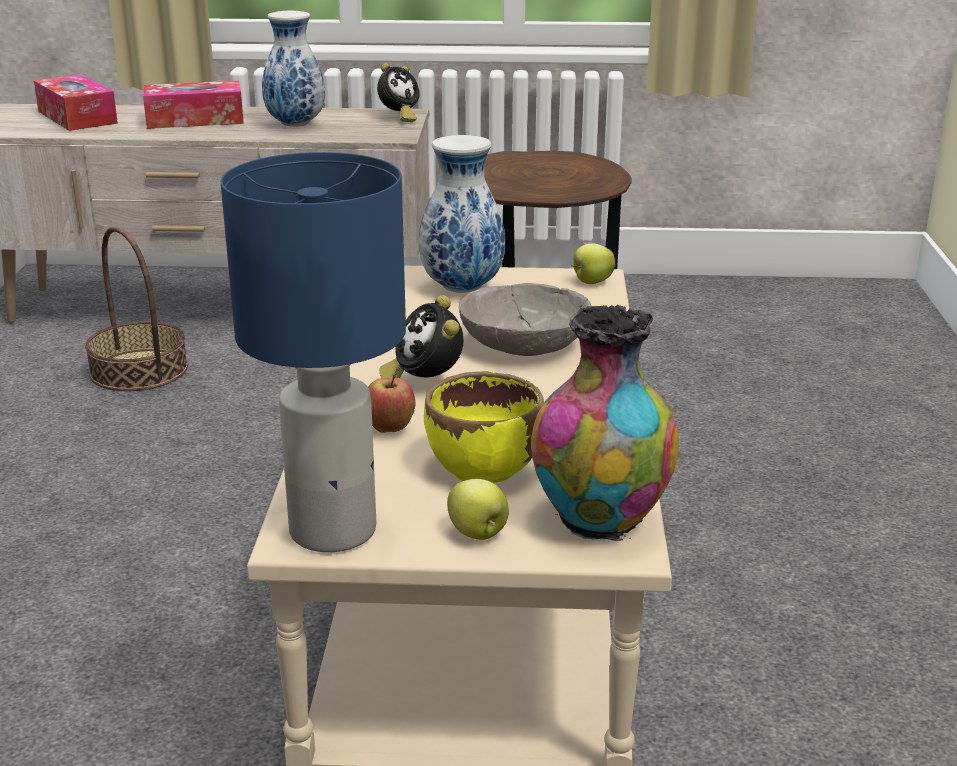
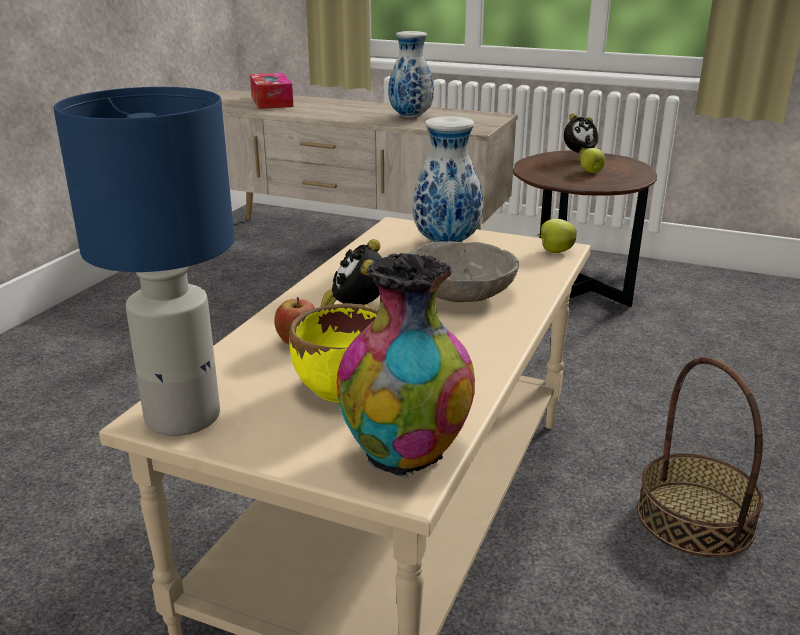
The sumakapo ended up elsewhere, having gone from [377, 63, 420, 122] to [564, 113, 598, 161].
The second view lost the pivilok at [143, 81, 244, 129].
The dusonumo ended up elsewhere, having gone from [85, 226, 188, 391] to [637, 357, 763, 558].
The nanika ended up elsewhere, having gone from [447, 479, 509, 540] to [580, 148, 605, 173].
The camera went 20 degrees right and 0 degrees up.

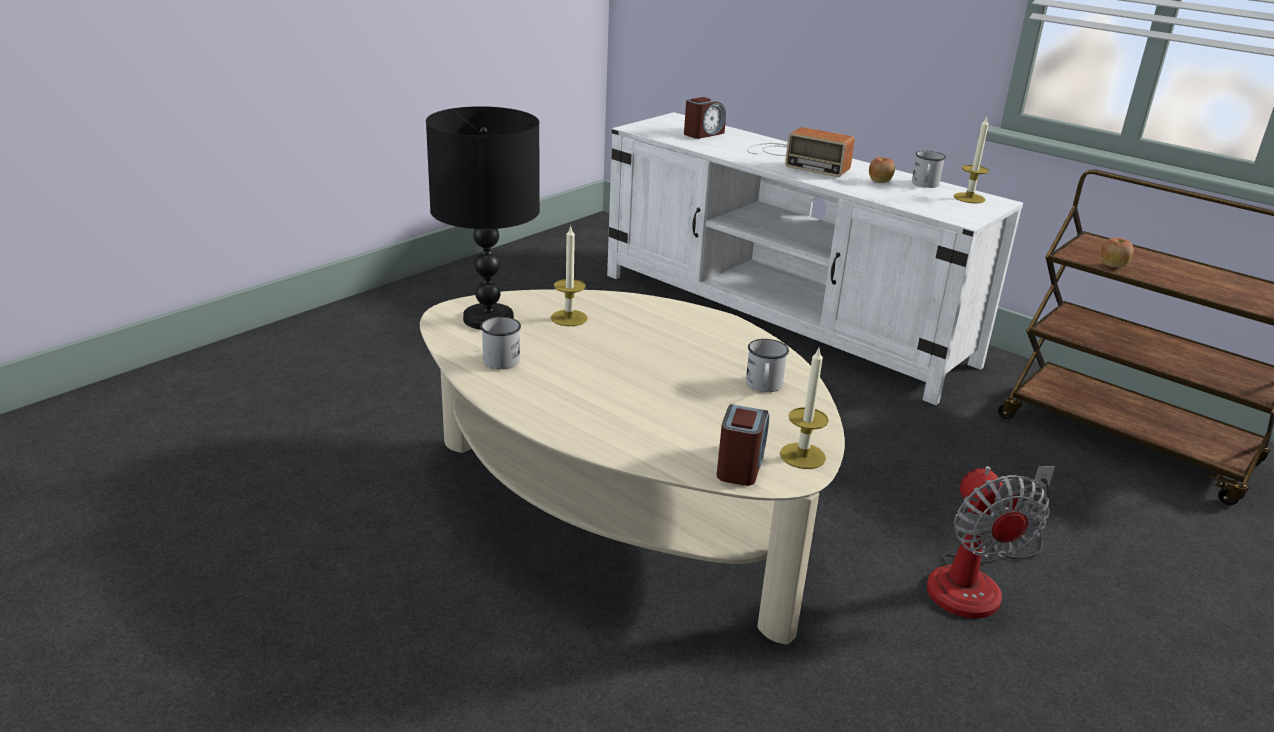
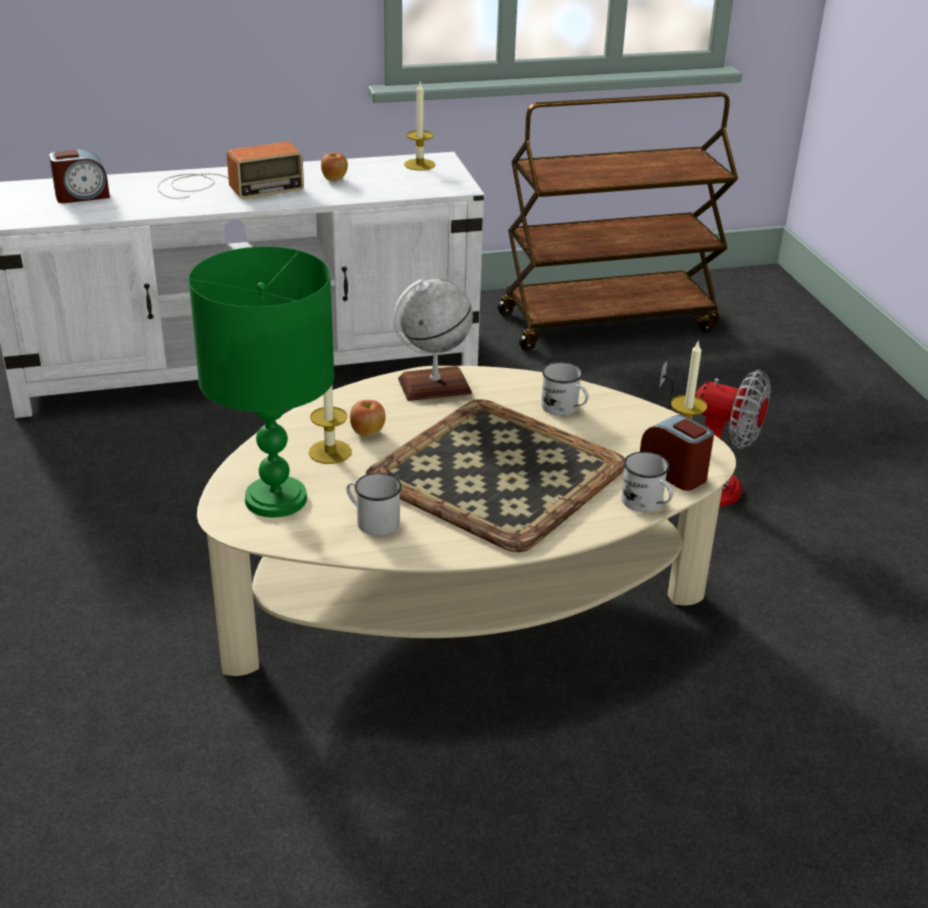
The sumakapo at [684, 97, 726, 139] ended up facing another way, 75 degrees clockwise from before.
What was the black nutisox at [426, 106, 540, 330] turned into the green nutisox at [188, 247, 335, 518].
The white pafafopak ended up elsewhere, having gone from [912, 151, 946, 188] to [621, 452, 673, 512].
The nanika ended up elsewhere, having gone from [1101, 237, 1134, 268] to [350, 400, 386, 437].
The second view gained the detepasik at [393, 279, 473, 401].
The second view gained the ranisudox at [365, 399, 625, 552].
The camera went 55 degrees left and 5 degrees up.

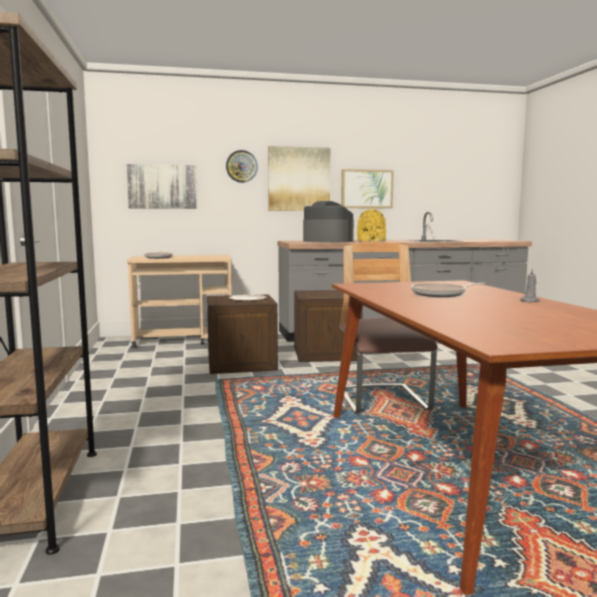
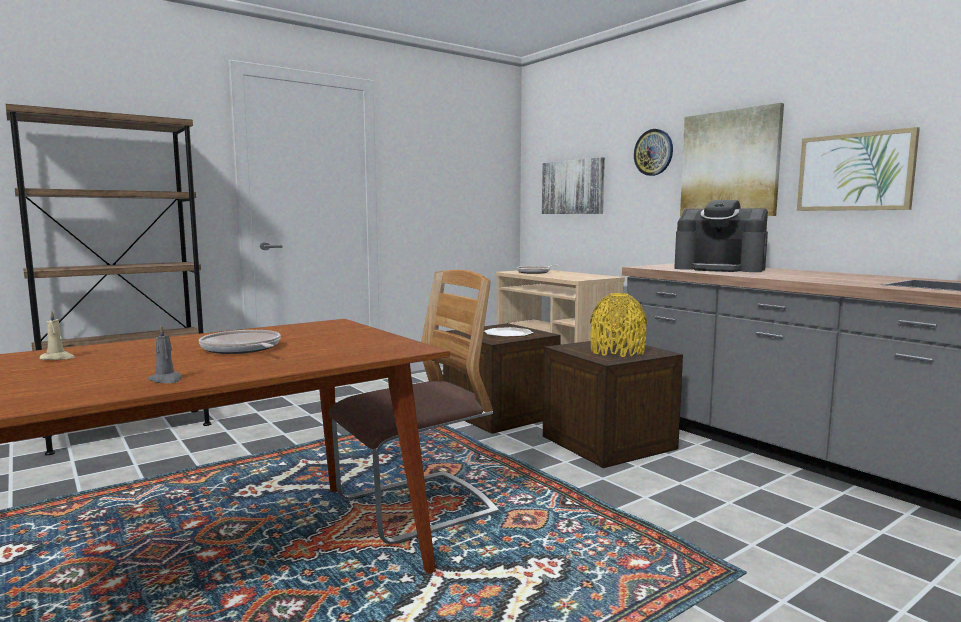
The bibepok at [303, 201, 354, 243] ended up facing another way, 105 degrees clockwise from before.
The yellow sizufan ended up elsewhere, having gone from [357, 209, 386, 242] to [590, 293, 648, 357].
The second view gained the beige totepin at [40, 311, 75, 360].
The camera went 65 degrees right and 0 degrees up.

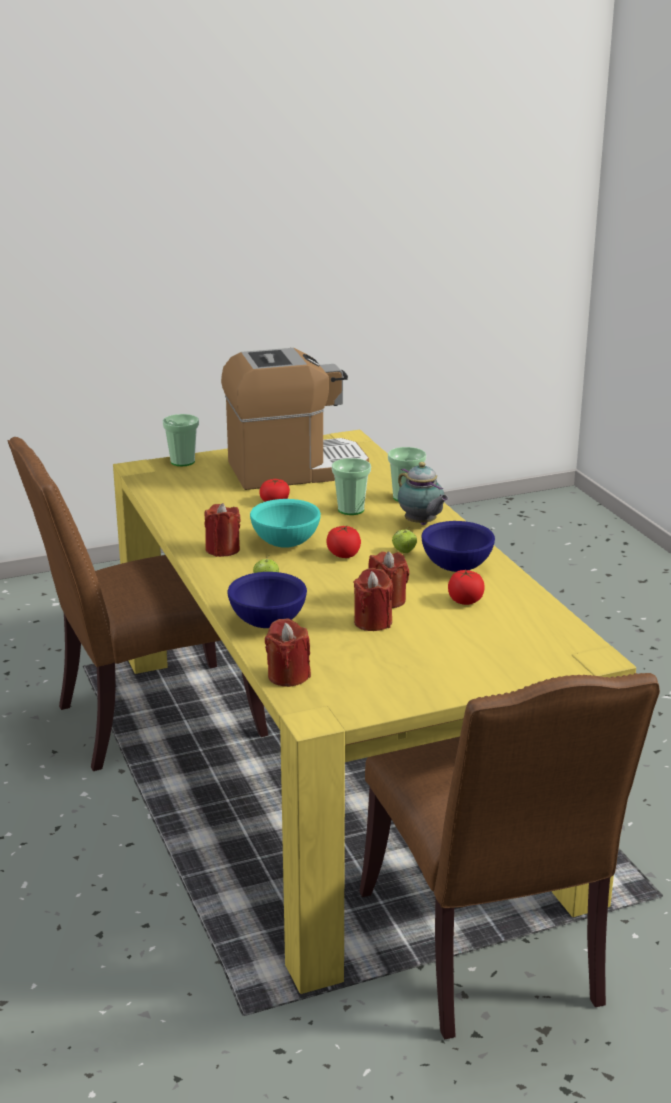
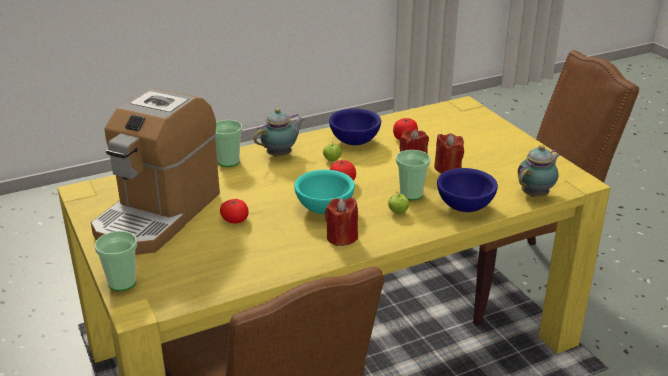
The bibepok at [221, 348, 369, 490] ended up facing another way, 135 degrees counterclockwise from before.
The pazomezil ended up elsewhere, having gone from [332, 458, 371, 515] to [396, 150, 431, 200].
Where the red totepin stood at [265, 618, 311, 687], the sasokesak came to stand at [518, 145, 559, 197].
The camera went 95 degrees left and 5 degrees up.

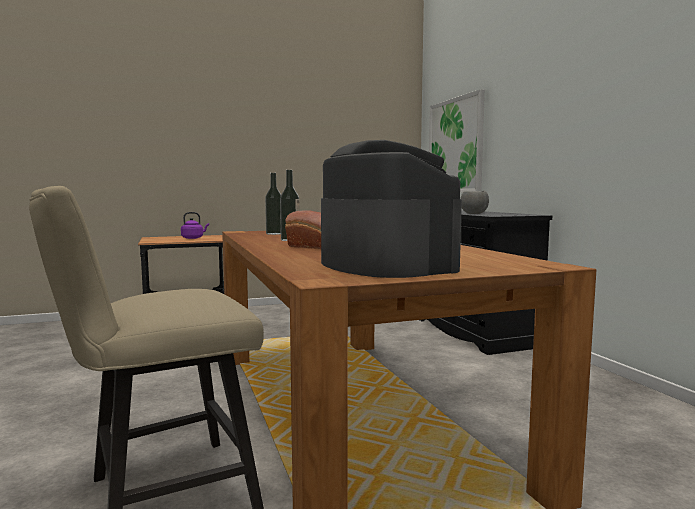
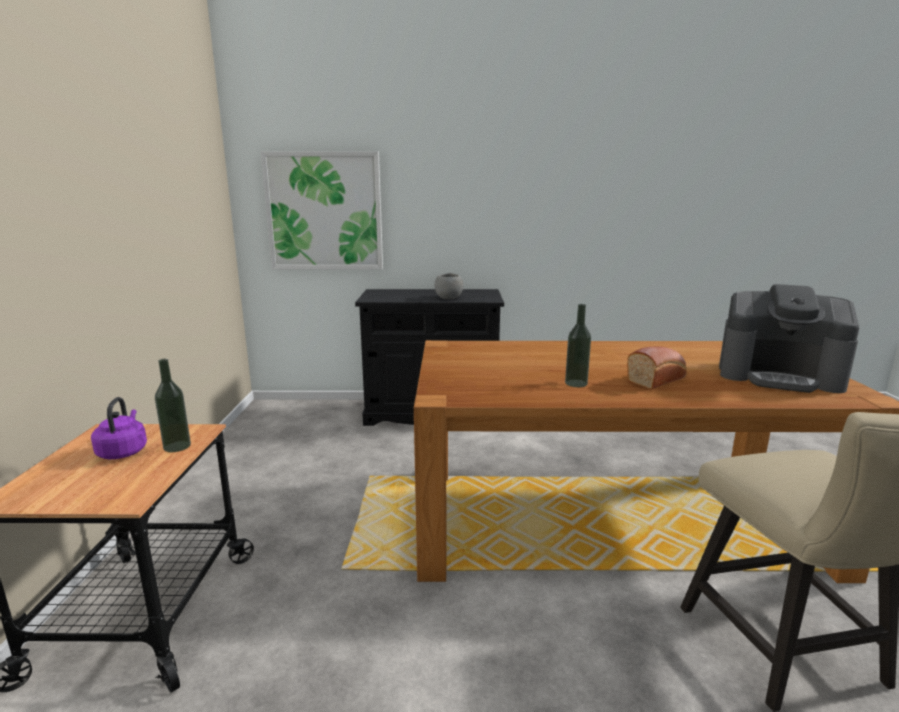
The bibepok at [321, 140, 462, 278] ended up facing another way, 150 degrees counterclockwise from before.
The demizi ended up elsewhere, having gone from [265, 173, 281, 235] to [155, 359, 191, 452].
The camera went 70 degrees left and 10 degrees up.

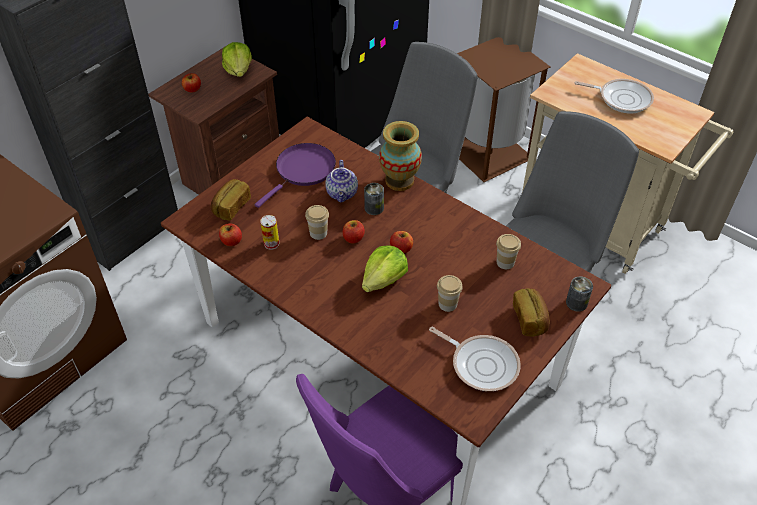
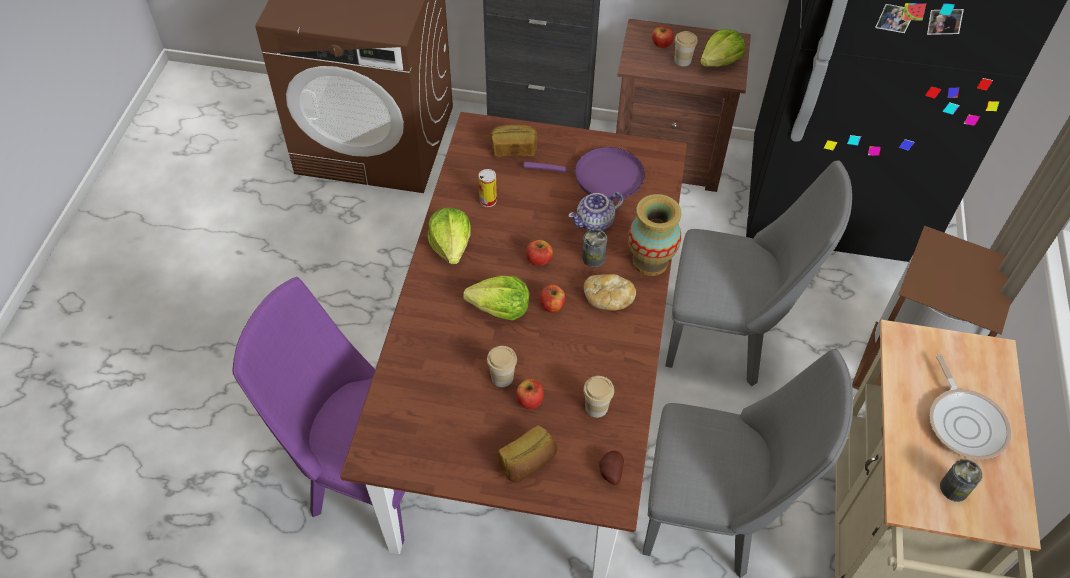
The pazomezil ended up elsewhere, having gone from [305, 205, 329, 240] to [674, 31, 698, 66].
The nanika ended up elsewhere, having gone from [219, 223, 242, 246] to [516, 379, 544, 409].
The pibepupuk ended up elsewhere, having gone from [566, 277, 593, 312] to [940, 459, 983, 502].
The second view lost the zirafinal at [429, 327, 521, 391].
The second view gained the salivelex at [428, 208, 471, 264].
The second view gained the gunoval at [584, 274, 636, 311].
The second view gained the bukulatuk at [599, 451, 624, 485].
The camera went 60 degrees right and 5 degrees up.

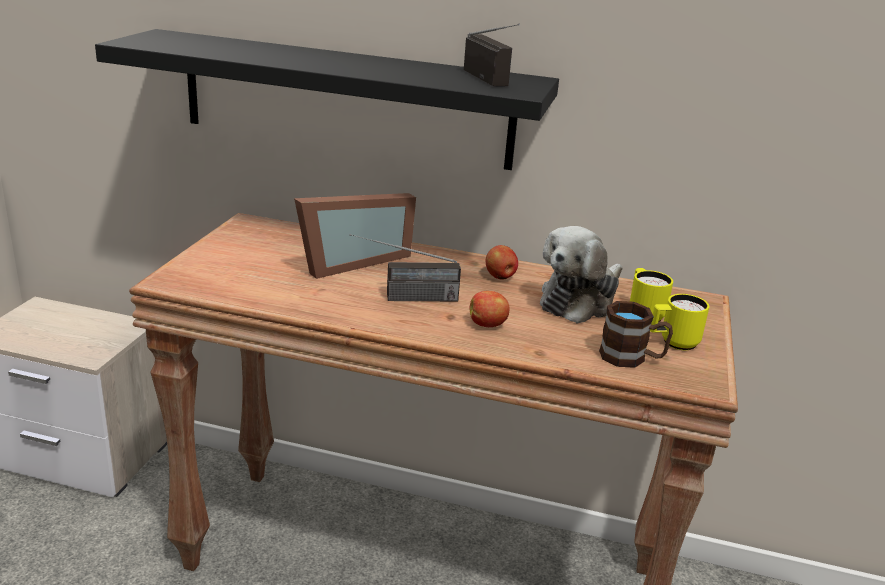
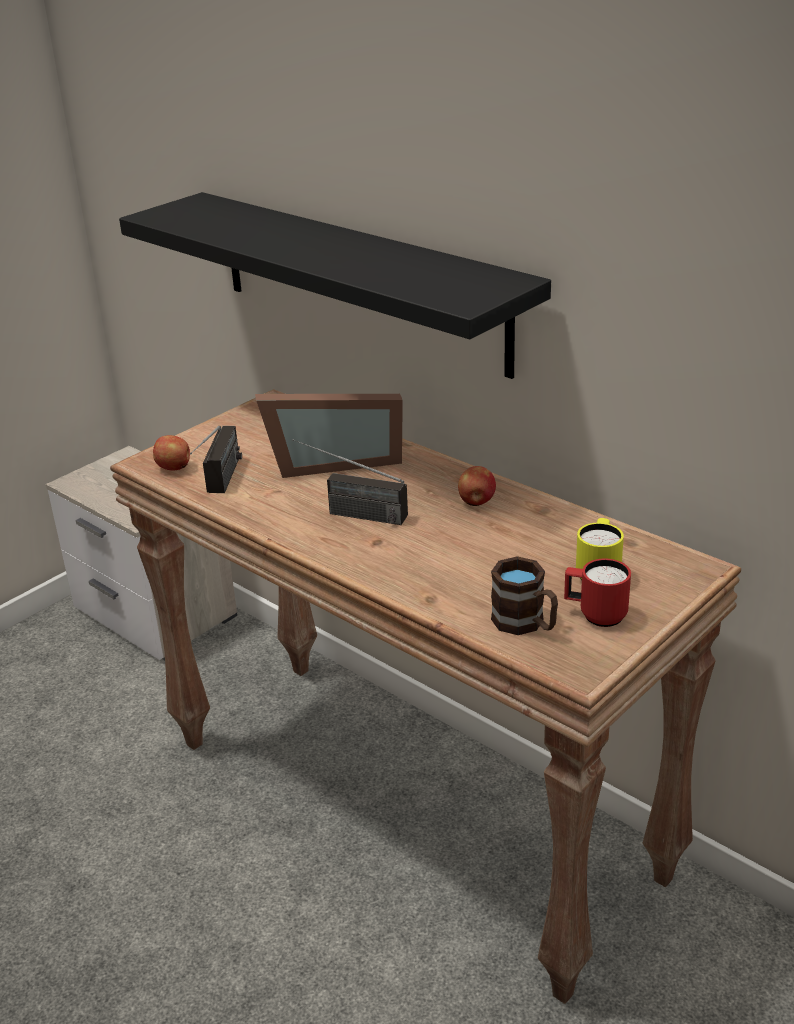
The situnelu ended up elsewhere, having gone from [464, 24, 520, 87] to [190, 426, 242, 493].
The second view lost the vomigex at [540, 226, 622, 324].
The nanika ended up elsewhere, having gone from [470, 291, 510, 327] to [153, 435, 190, 471].
What was the yellow pafafopak at [650, 294, 709, 350] turned into the red pafafopak at [564, 559, 631, 627].
The camera went 30 degrees right and 5 degrees up.

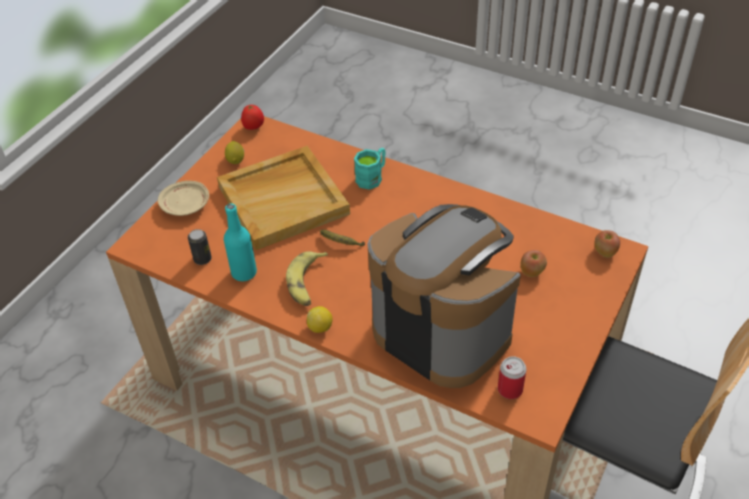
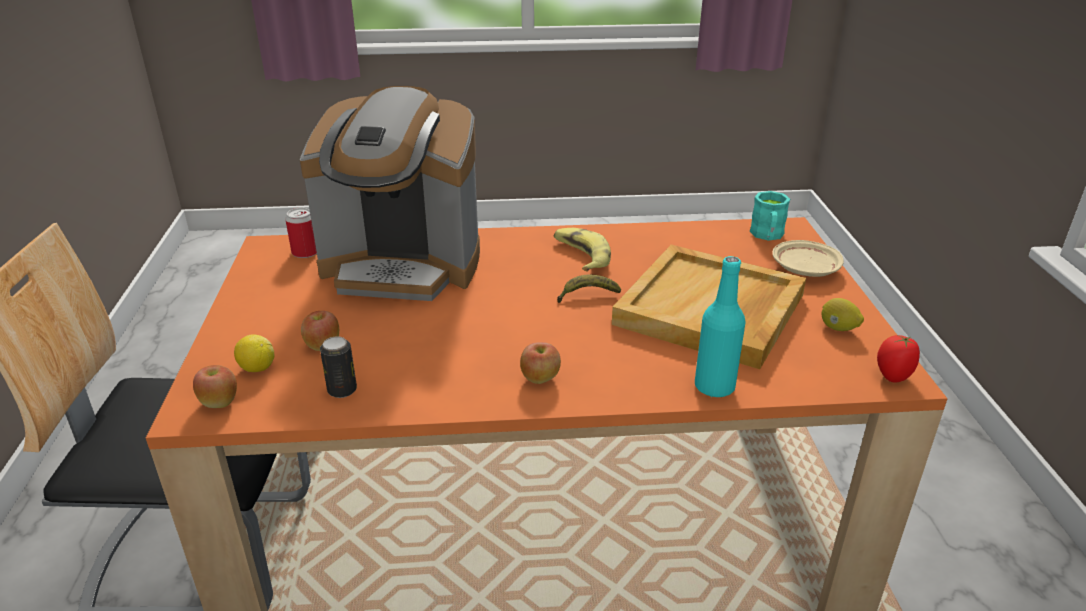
The turquoise pafafopak ended up elsewhere, having gone from [354, 148, 386, 190] to [750, 191, 790, 241].
The turquoise demizi ended up elsewhere, having gone from [224, 203, 257, 281] to [695, 256, 745, 397].
The pibepupuk ended up elsewhere, having gone from [188, 229, 212, 265] to [320, 336, 357, 398].
The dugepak ended up elsewhere, having gone from [307, 306, 333, 333] to [234, 334, 274, 372].
The second view gained the nanika at [520, 342, 561, 384].
The camera went 145 degrees right and 15 degrees down.

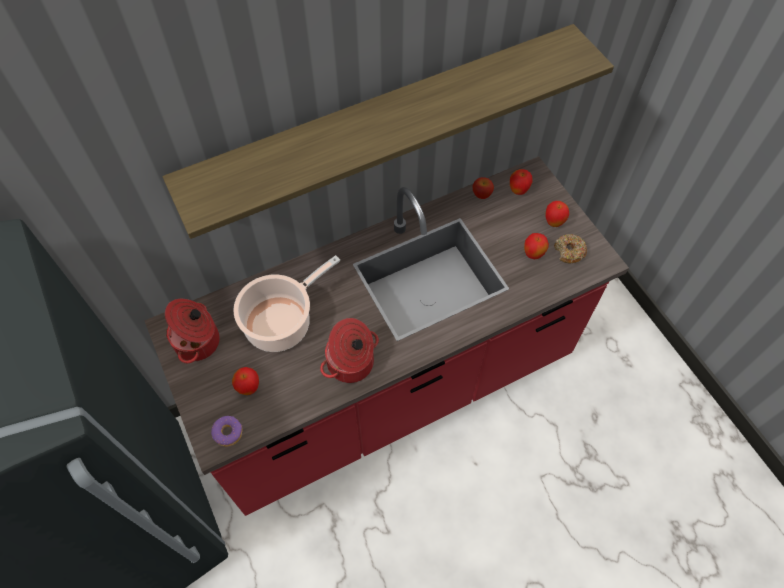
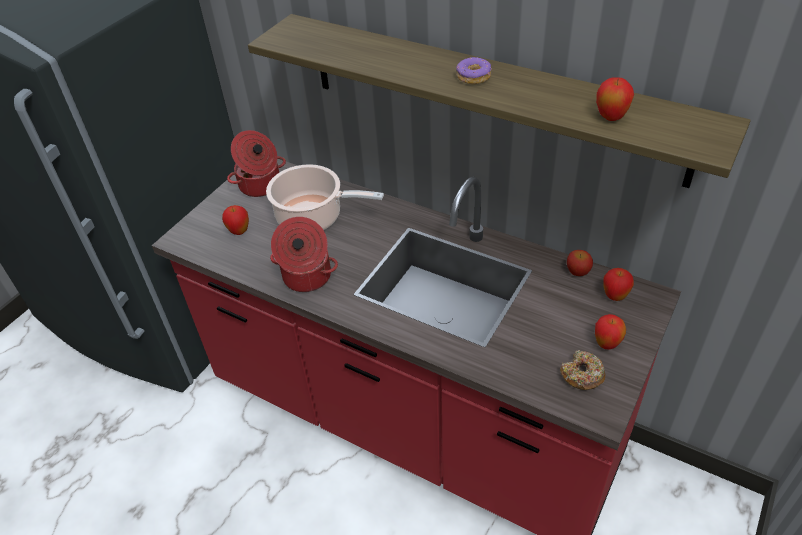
The nanika ended up elsewhere, having gone from [524, 233, 549, 259] to [596, 77, 634, 121].
The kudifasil ended up elsewhere, having gone from [211, 416, 243, 447] to [456, 57, 491, 84].
The camera went 60 degrees right and 15 degrees down.

